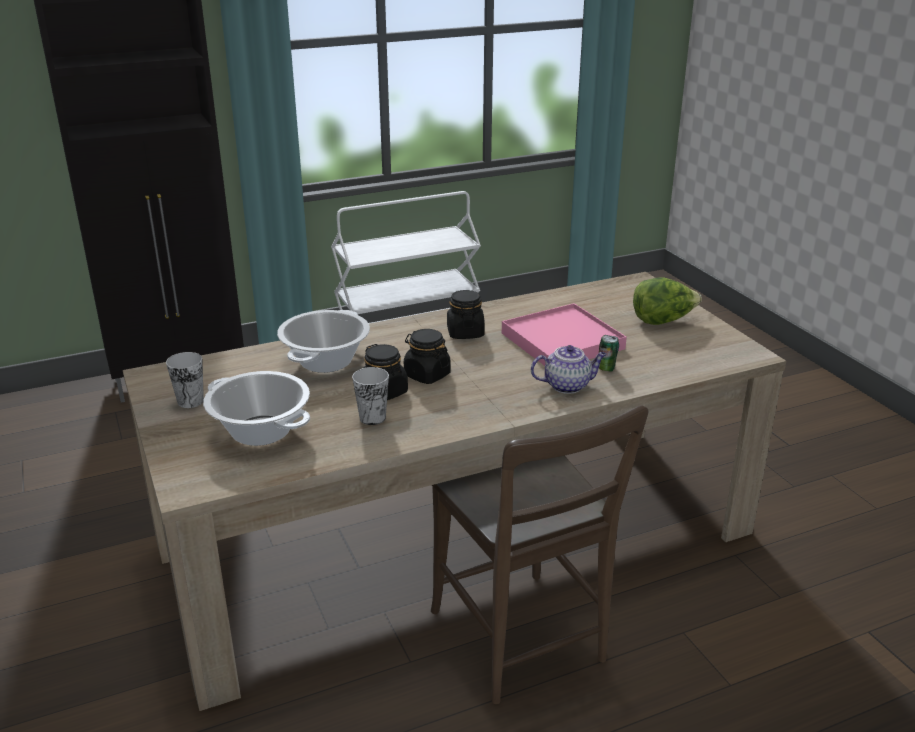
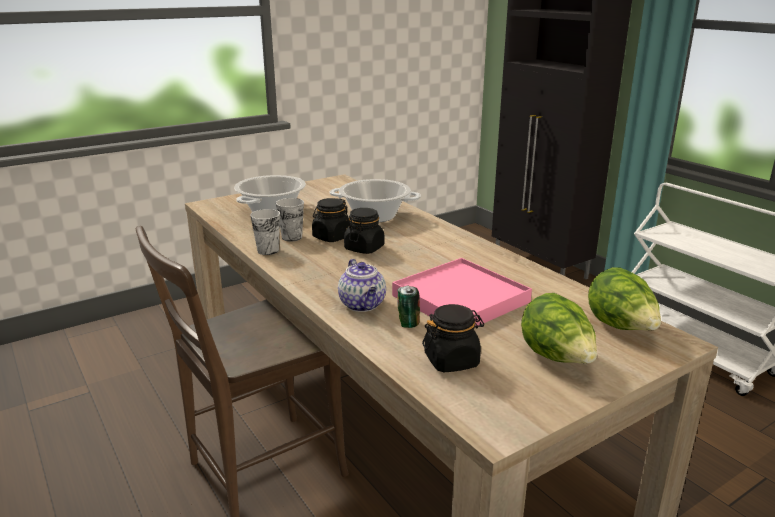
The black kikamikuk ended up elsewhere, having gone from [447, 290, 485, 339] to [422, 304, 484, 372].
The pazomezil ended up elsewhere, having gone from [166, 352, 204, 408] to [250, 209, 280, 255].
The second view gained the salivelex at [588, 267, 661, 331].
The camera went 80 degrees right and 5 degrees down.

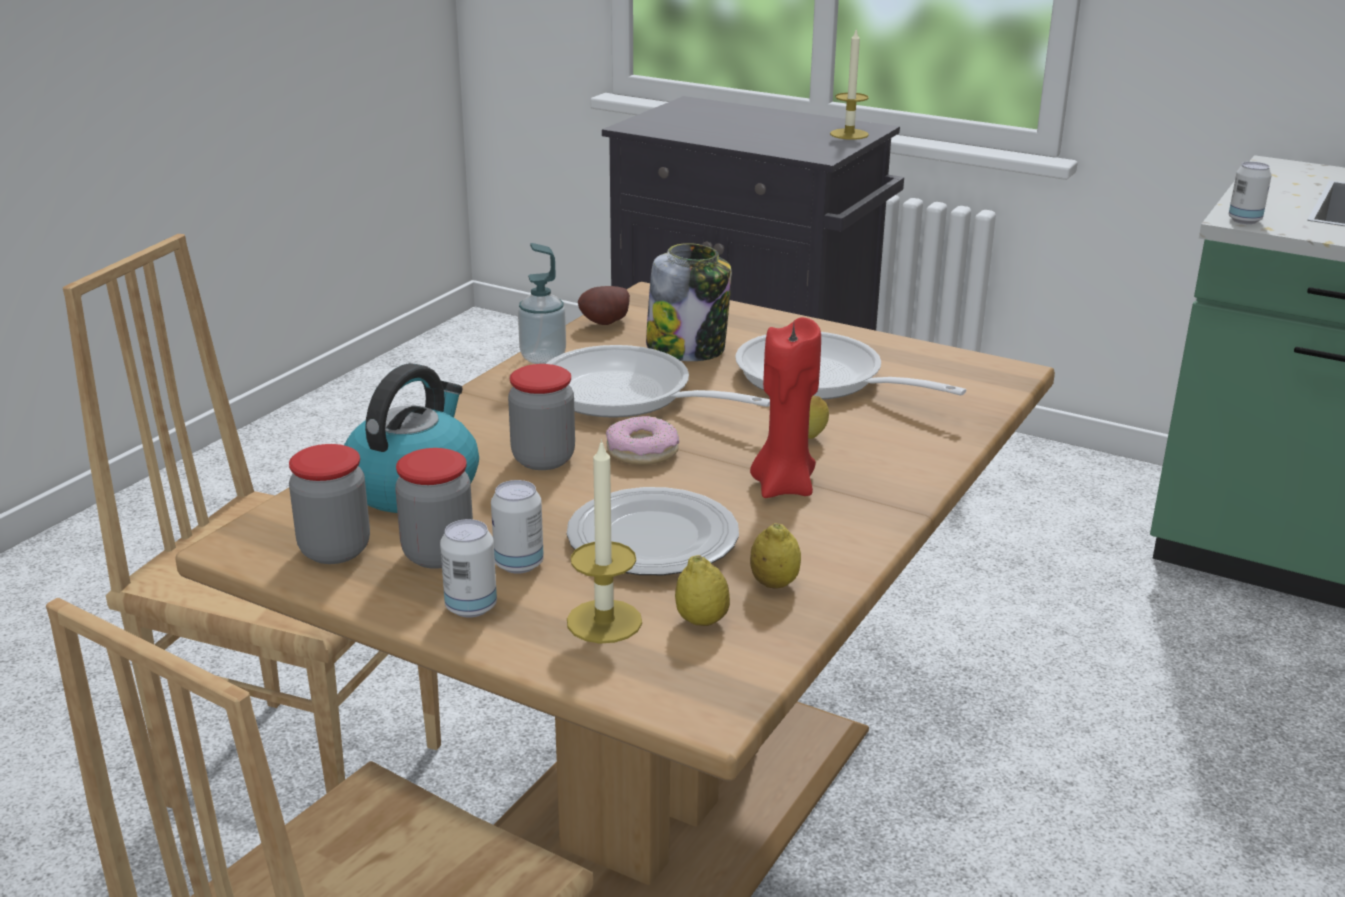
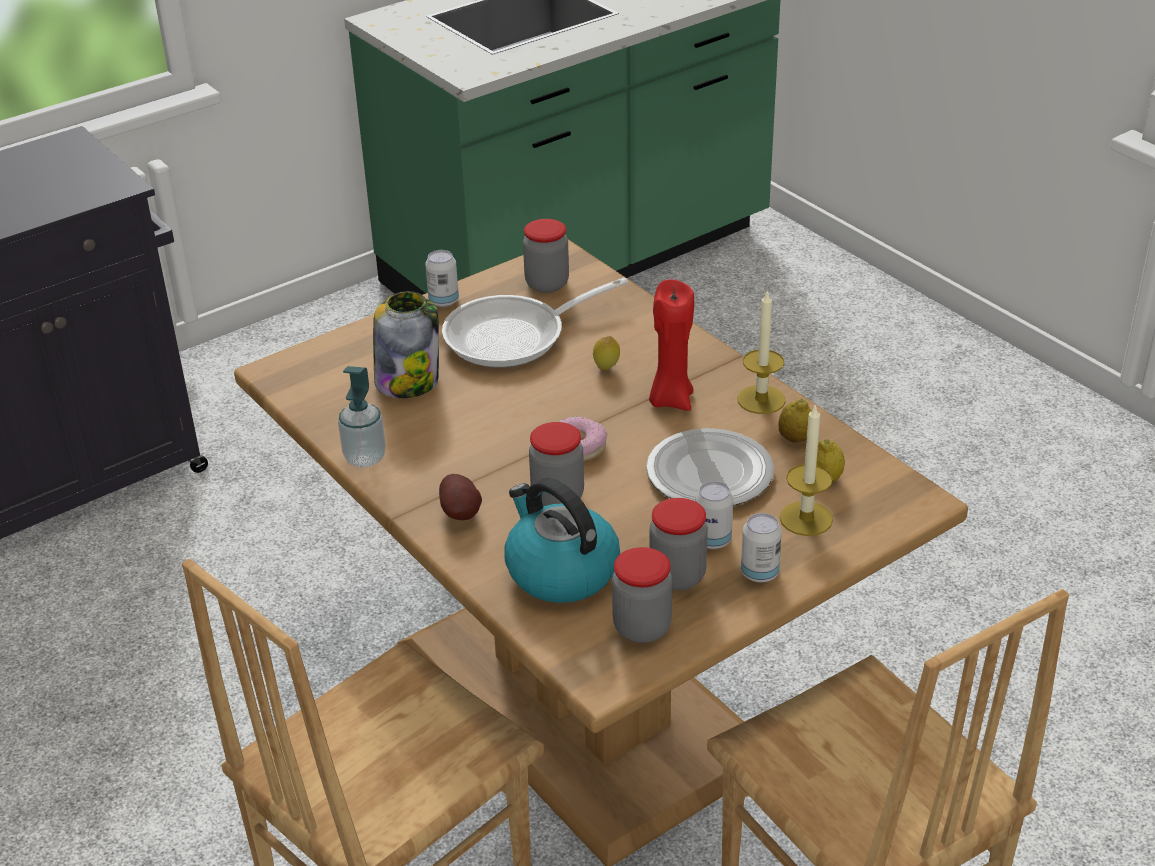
The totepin ended up elsewhere, having gone from [830, 30, 869, 140] to [737, 289, 786, 414].
The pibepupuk ended up elsewhere, having gone from [1229, 162, 1272, 224] to [425, 250, 459, 307].
The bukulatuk ended up elsewhere, having gone from [578, 286, 630, 325] to [439, 474, 482, 520].
The second view lost the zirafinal at [546, 345, 770, 418].
The second view gained the kikamikuk at [523, 219, 569, 293].
The camera went 65 degrees left and 10 degrees up.

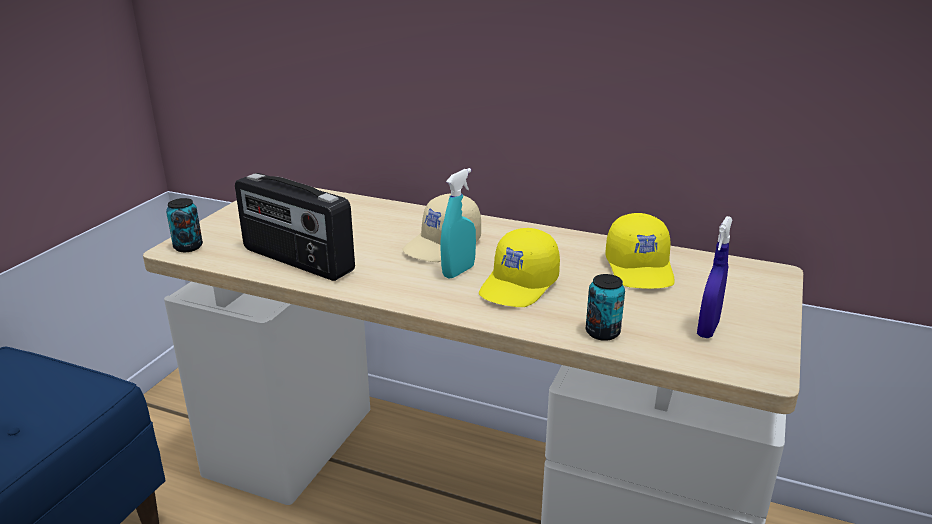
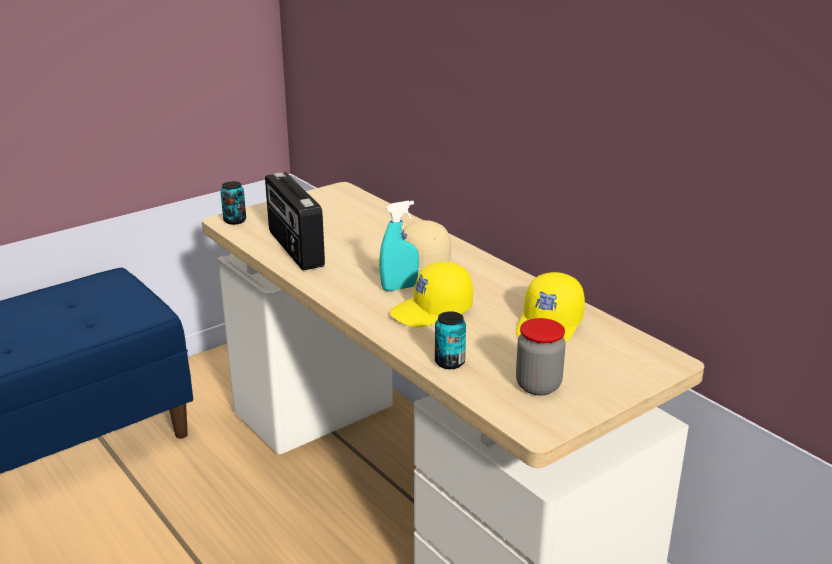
Where the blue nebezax stood at [697, 216, 733, 338], the kikamikuk came to stand at [516, 318, 566, 395].
The camera went 30 degrees right and 0 degrees up.

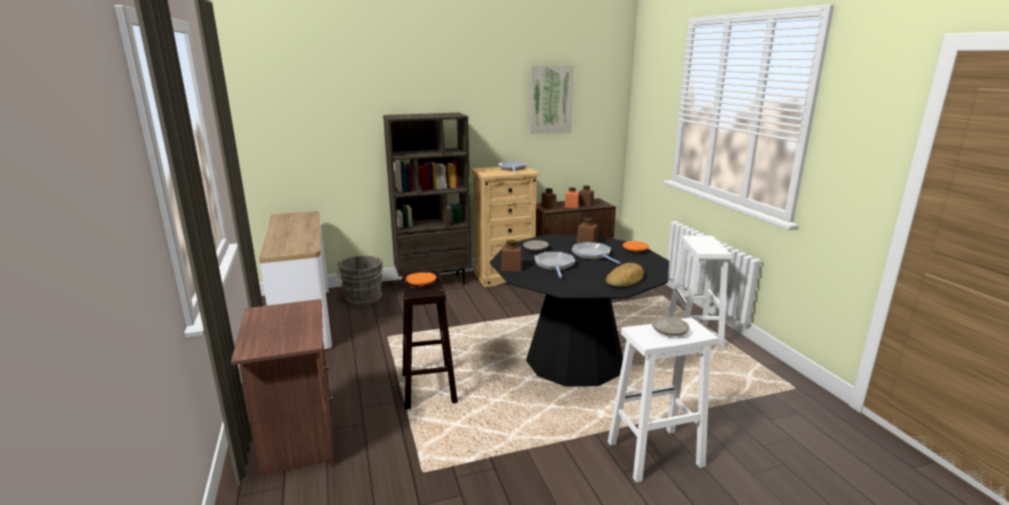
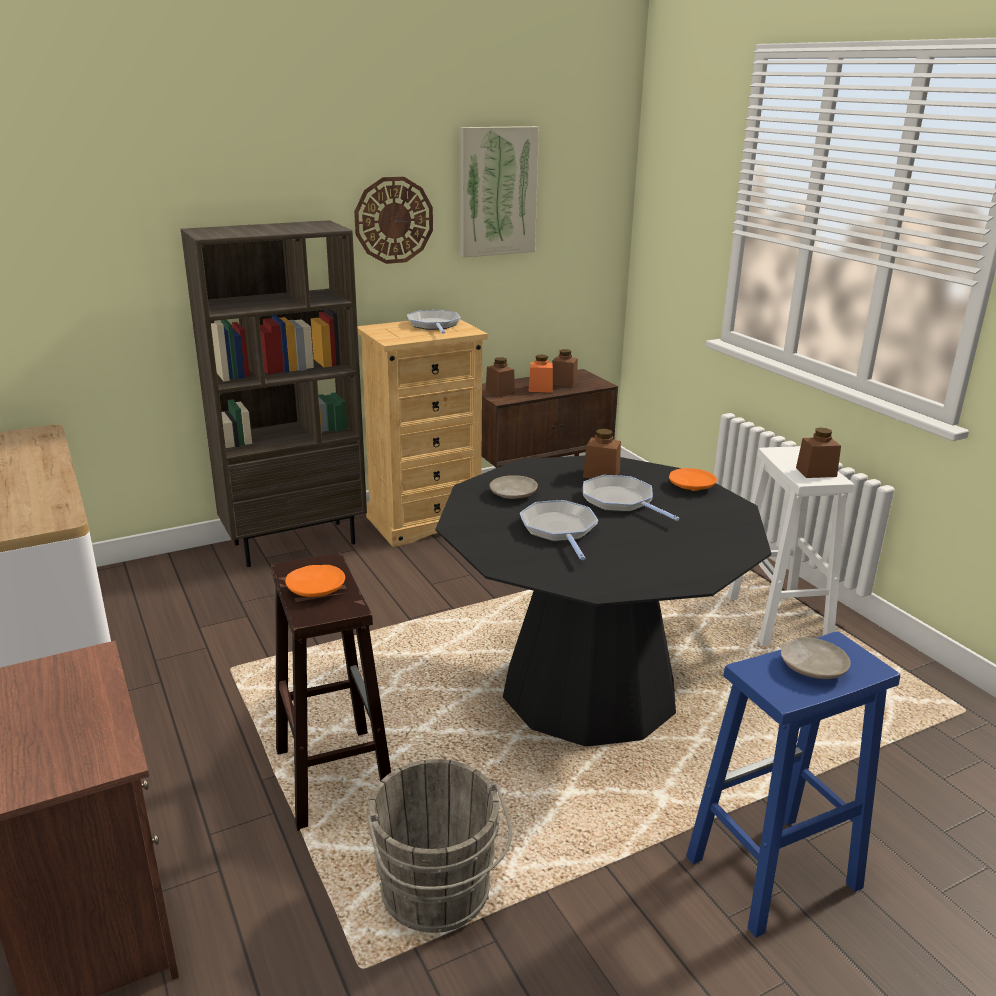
The brown kikamikuk ended up elsewhere, having gone from [501, 240, 522, 271] to [796, 428, 841, 478].
The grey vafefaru ended up elsewhere, having gone from [337, 256, 383, 305] to [367, 759, 512, 933].
The second view lost the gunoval at [606, 263, 644, 287].
What was the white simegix at [608, 317, 718, 483] turned into the blue simegix at [686, 631, 900, 938].
The second view gained the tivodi at [354, 177, 433, 264].
The camera went 10 degrees left and 5 degrees up.

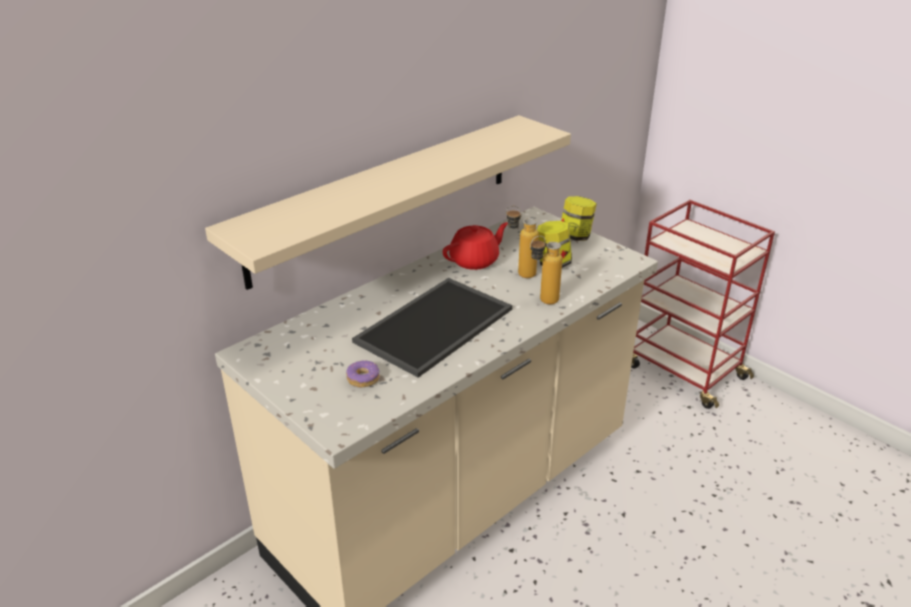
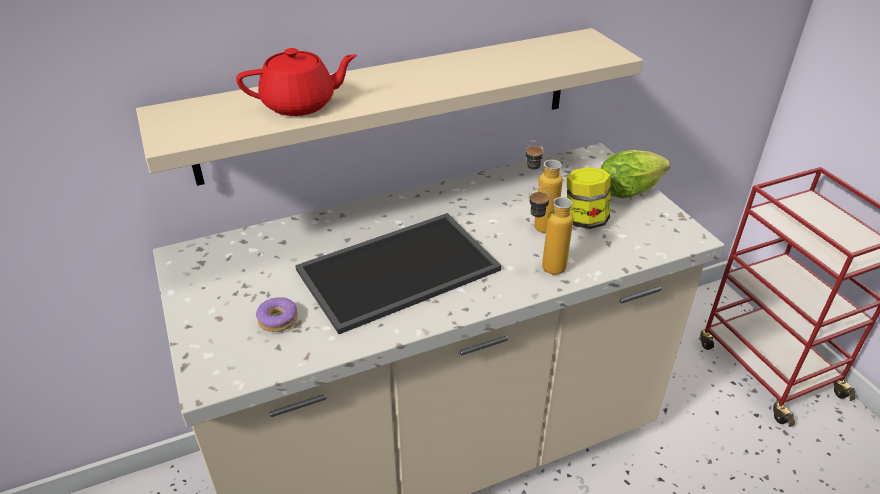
Where the kikamikuk stood at [561, 196, 597, 241], the salivelex came to stand at [601, 150, 670, 198].
The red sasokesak ended up elsewhere, having gone from [443, 222, 508, 270] to [236, 48, 357, 116].
The camera went 20 degrees right and 5 degrees up.

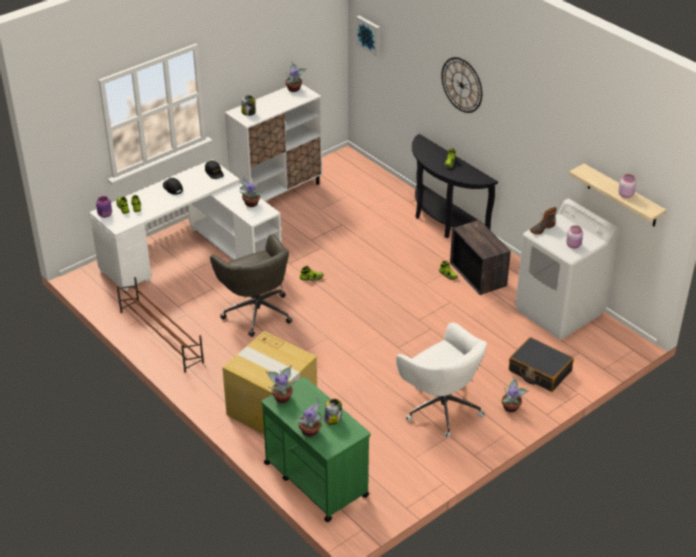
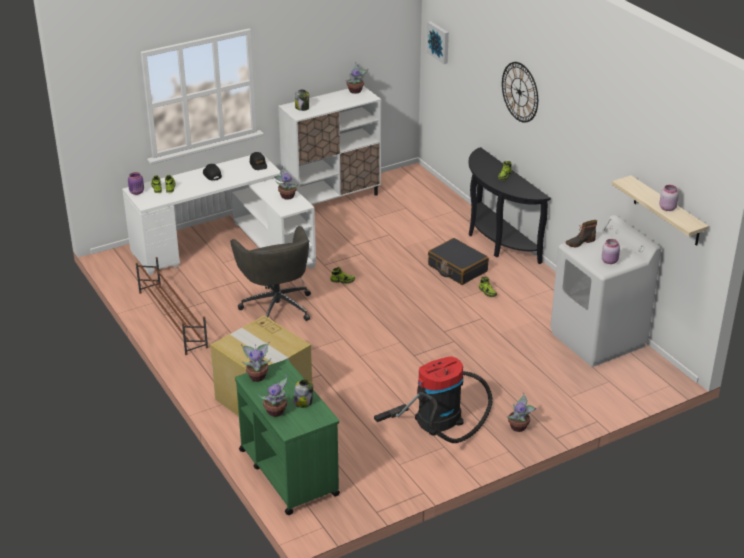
The second view lost the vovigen at [450, 220, 511, 295].
Where the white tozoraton stood at [396, 323, 487, 438], the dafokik came to stand at [374, 356, 493, 443].
The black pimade ended up elsewhere, having gone from [509, 337, 574, 392] to [428, 238, 489, 285].
The camera went 10 degrees right and 5 degrees down.

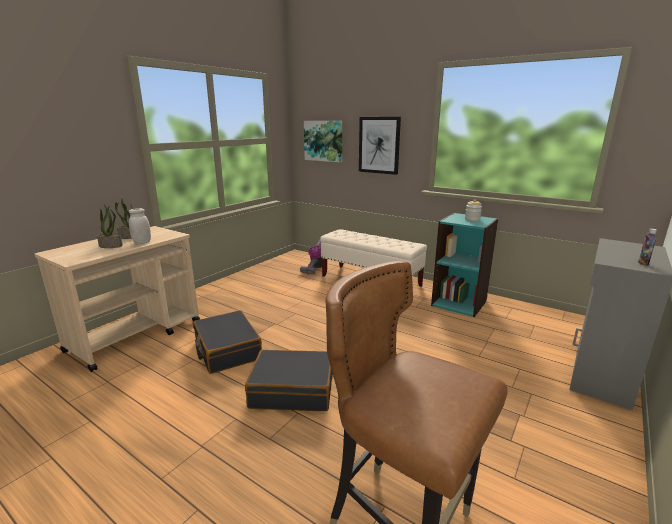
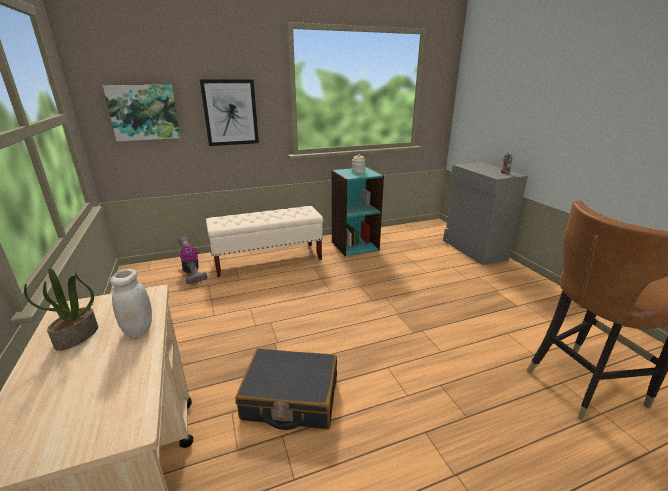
The second view lost the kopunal at [97, 204, 123, 248].
The second view lost the black pimade at [245, 350, 333, 411].
The camera went 55 degrees left and 5 degrees up.

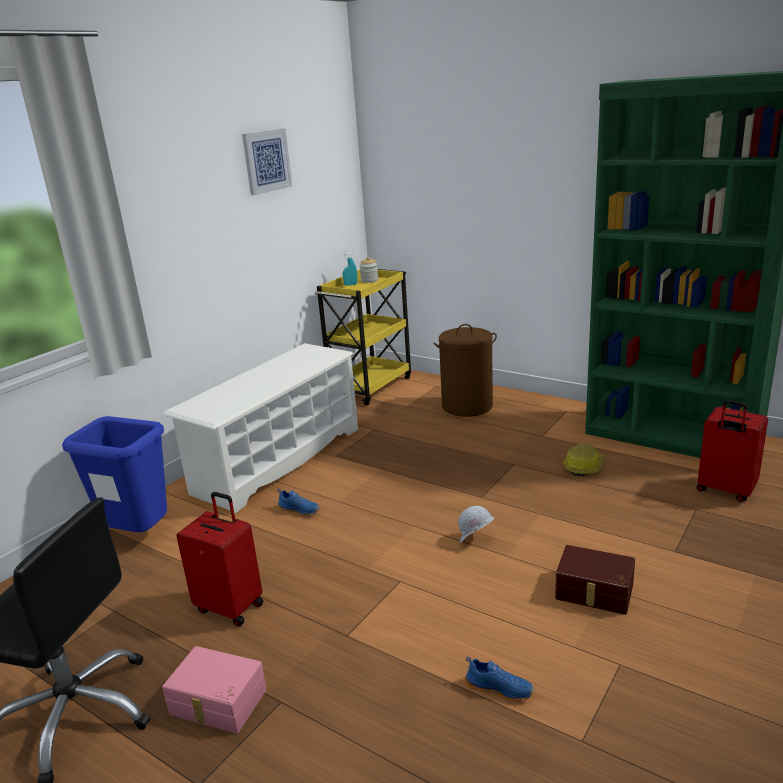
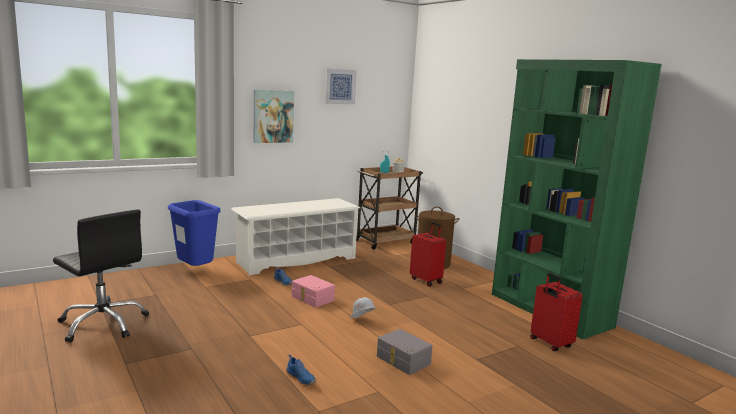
What was the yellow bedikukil at [315, 269, 411, 406] turned into the brown bedikukil at [356, 166, 423, 250].
The second view lost the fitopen at [564, 443, 604, 476].
The red pimade ended up elsewhere, having gone from [176, 492, 263, 627] to [410, 222, 446, 287].
What was the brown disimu at [555, 545, 635, 615] turned into the grey disimu at [377, 329, 432, 375].
The pink disimu ended up elsewhere, having gone from [162, 646, 267, 734] to [292, 275, 335, 308].
The second view gained the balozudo at [254, 90, 294, 143].
The camera went 20 degrees right and 10 degrees down.

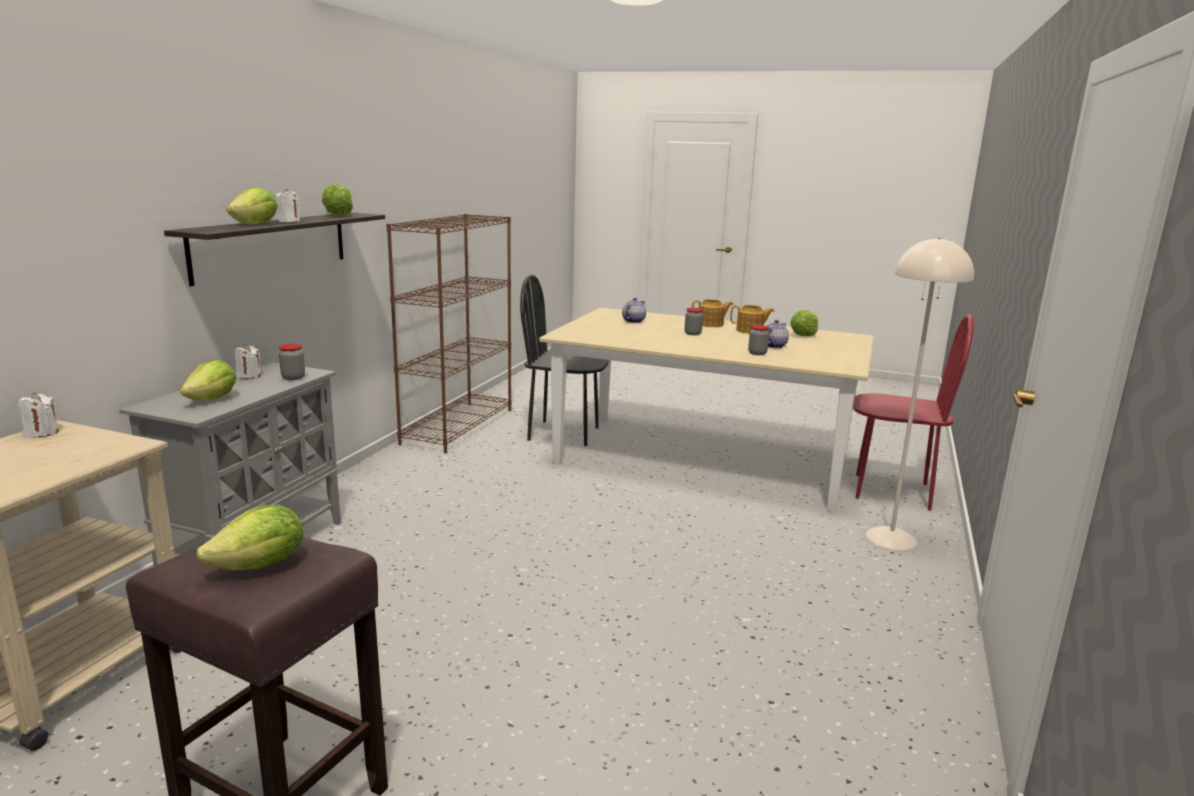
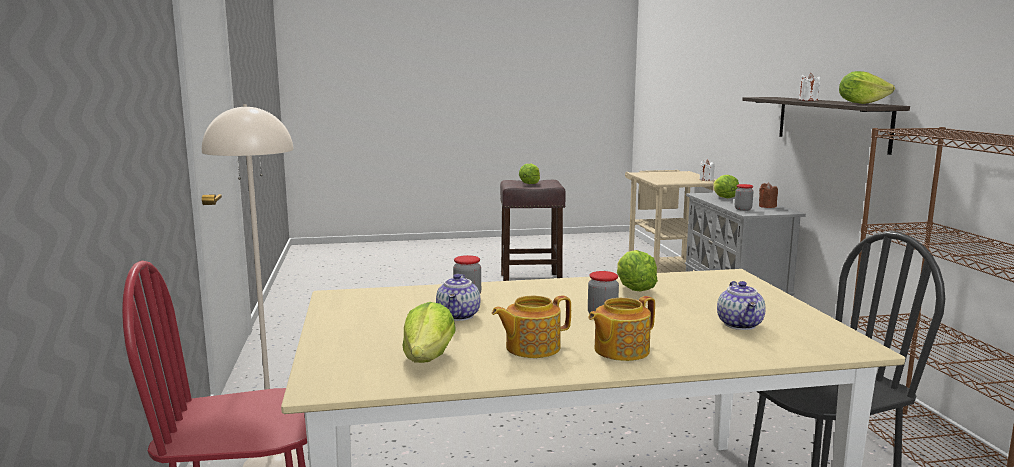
The salivelex ended up elsewhere, having gone from [226, 187, 277, 224] to [617, 250, 658, 291].
What was the white totepin at [235, 344, 261, 379] turned into the brown totepin at [759, 183, 778, 208].
The camera went 150 degrees right and 5 degrees down.

